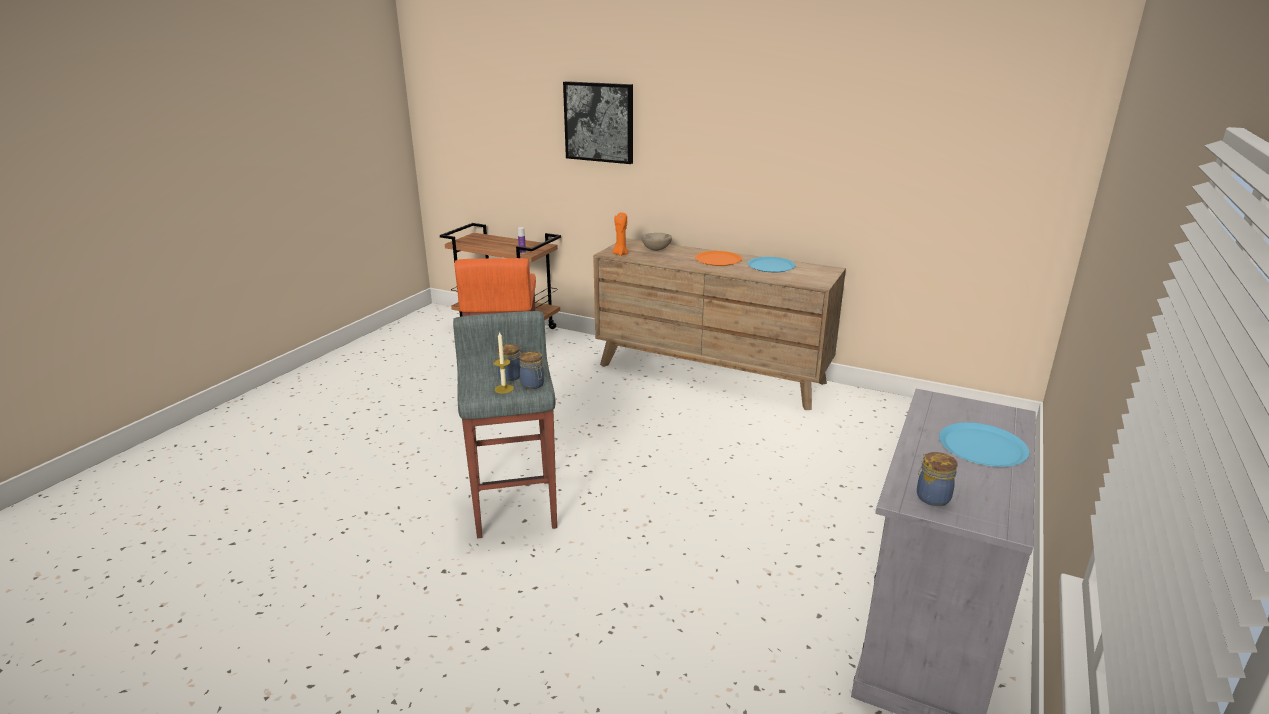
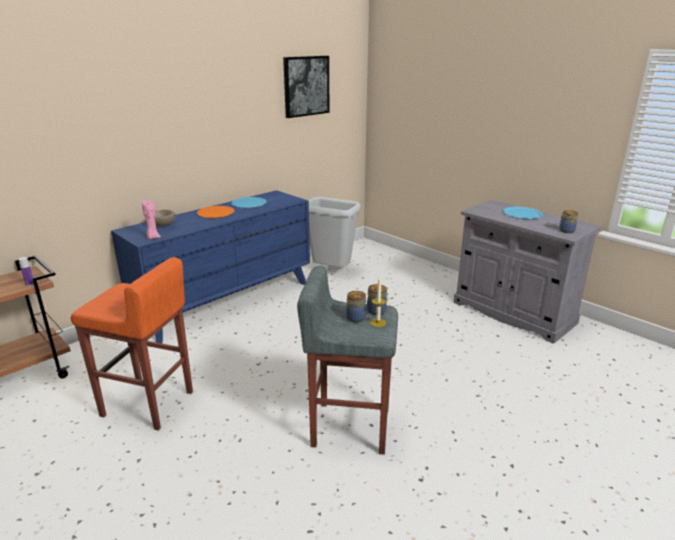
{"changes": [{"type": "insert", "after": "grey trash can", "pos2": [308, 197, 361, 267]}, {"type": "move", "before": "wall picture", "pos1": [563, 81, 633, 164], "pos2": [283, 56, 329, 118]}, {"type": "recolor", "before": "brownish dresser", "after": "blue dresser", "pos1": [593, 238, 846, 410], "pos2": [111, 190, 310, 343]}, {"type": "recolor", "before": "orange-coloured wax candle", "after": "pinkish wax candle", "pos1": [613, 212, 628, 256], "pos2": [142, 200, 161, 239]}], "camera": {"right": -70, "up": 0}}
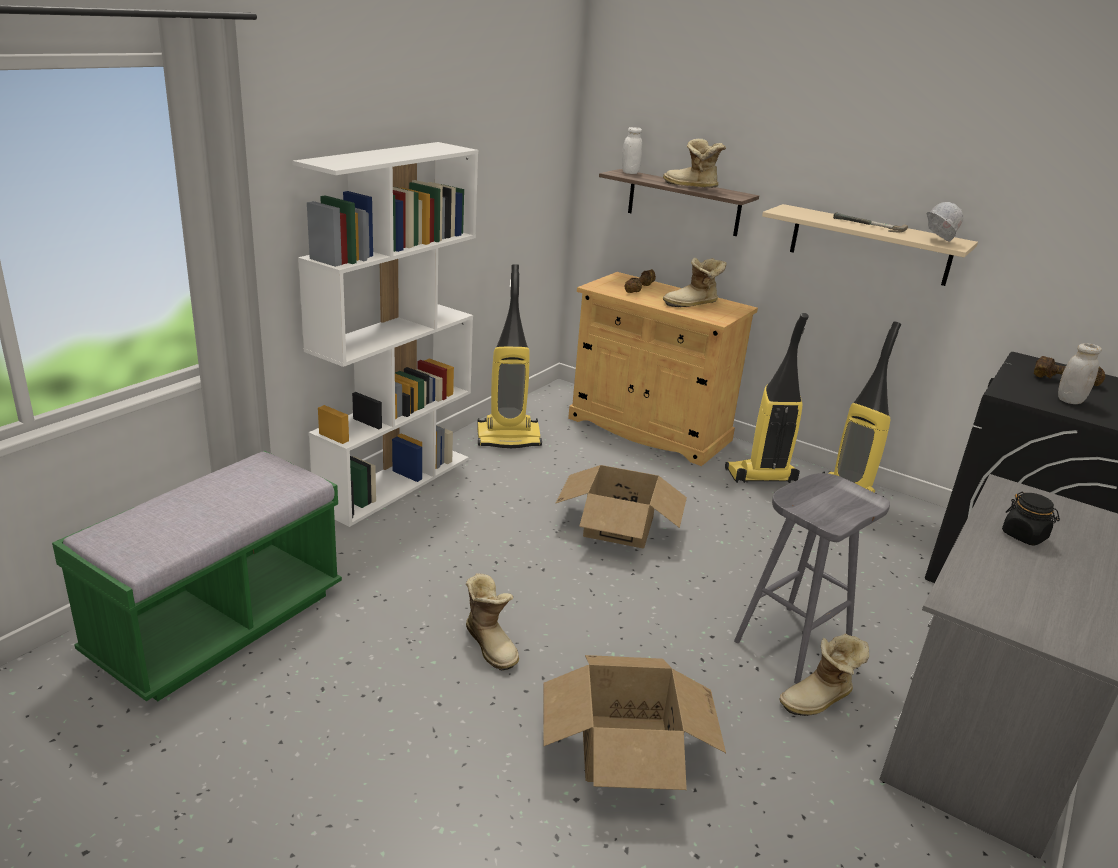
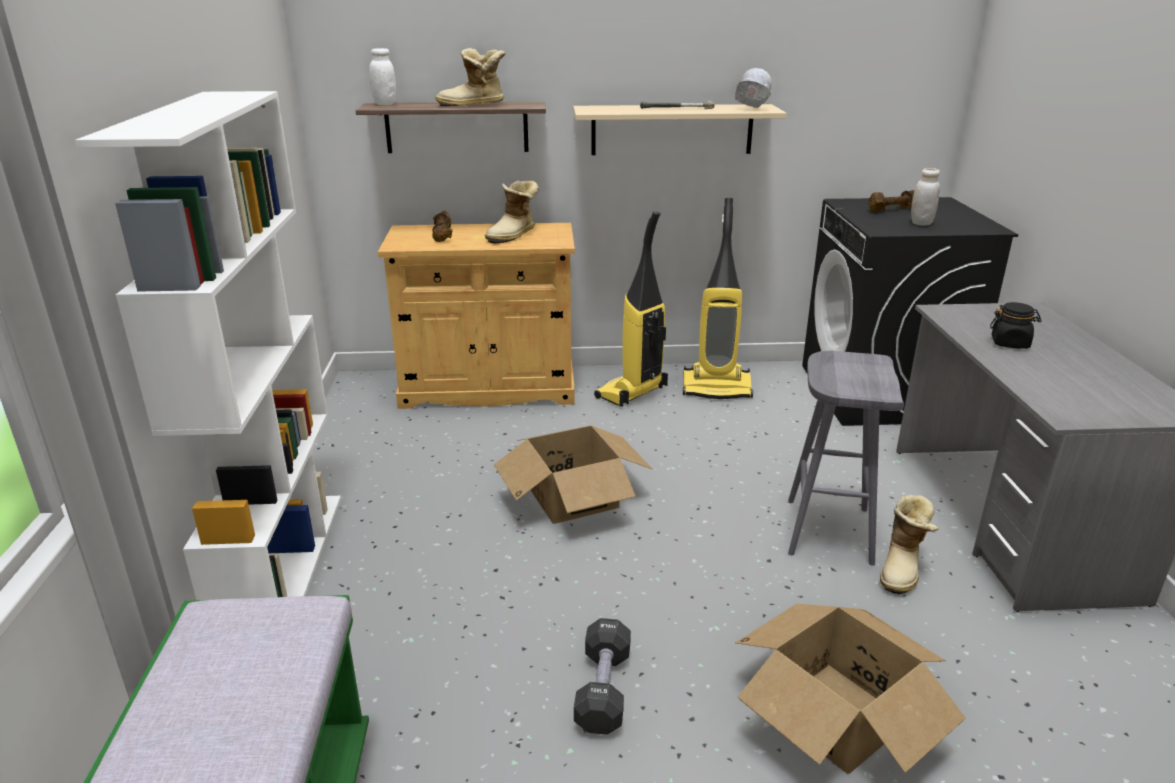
{"changes": [{"type": "delete", "before": "vacuum", "pos1": [477, 264, 542, 448]}, {"type": "replace", "before": "high-top boot", "after": "blackish free weight", "pos1": [466, 573, 519, 671], "pos2": [574, 618, 631, 735]}], "camera": {"right": -35, "up": 0}}
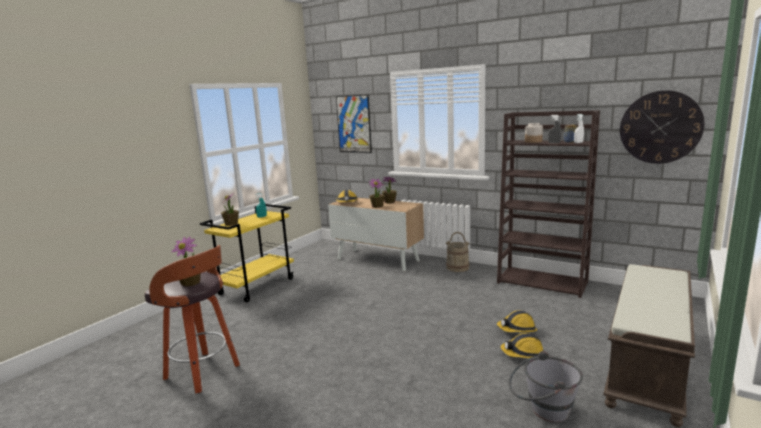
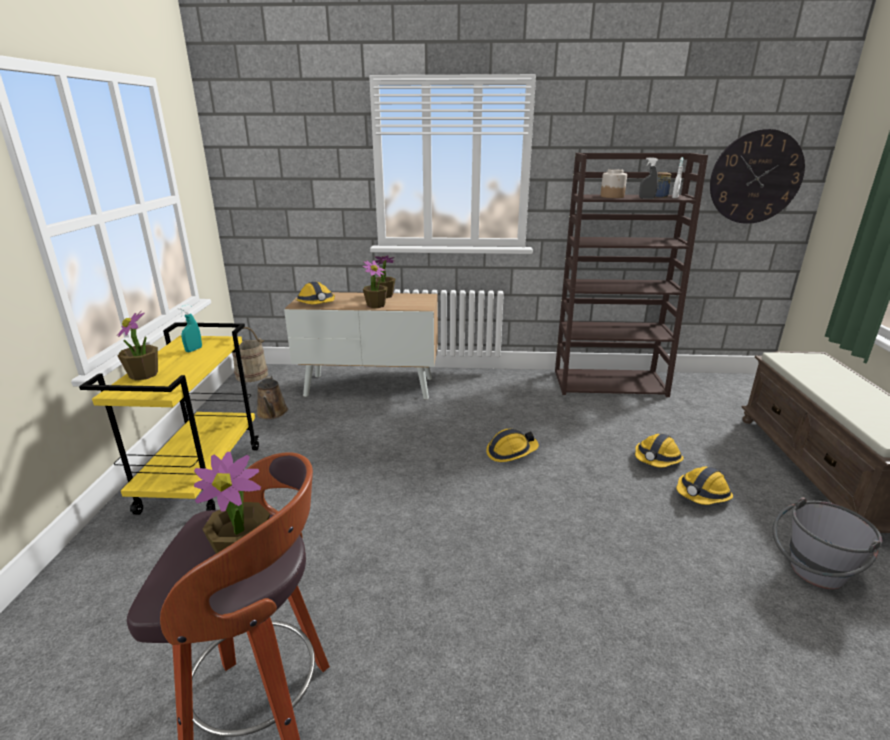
{"changes": [{"type": "delete", "before": "wall picture", "pos1": [336, 95, 372, 153]}, {"type": "insert", "after": "brownish watering can", "pos2": [257, 376, 288, 419]}, {"type": "insert", "after": "hard hat", "pos2": [486, 429, 539, 462]}, {"type": "move", "before": "beige-coloured bucket", "pos1": [446, 232, 470, 272], "pos2": [232, 327, 268, 382]}], "camera": {"right": -30, "up": 10}}
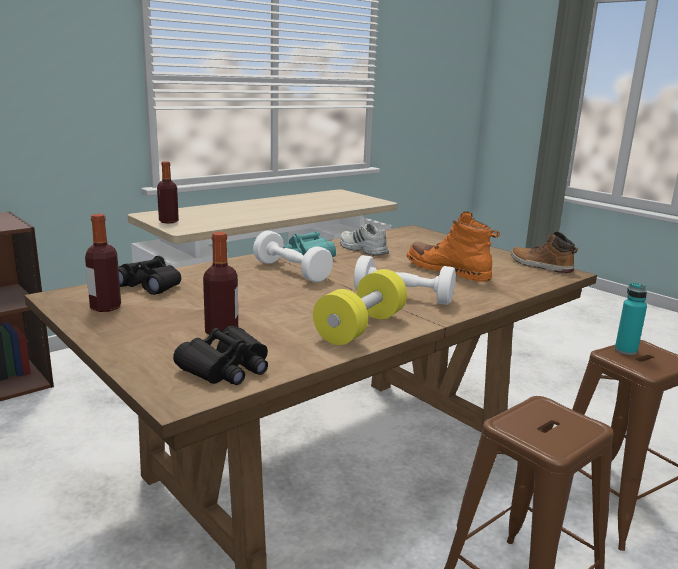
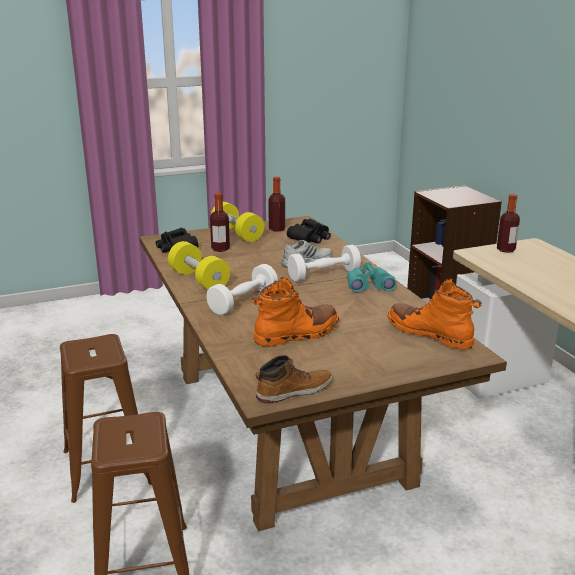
{"changes": [{"type": "delete", "before": "turquoise-coloured bottle", "pos1": [615, 282, 647, 355]}, {"type": "insert", "after": "yellowish free weight", "pos2": [211, 202, 264, 242]}, {"type": "insert", "after": "orange-coloured high-top boot", "pos2": [387, 279, 482, 350]}, {"type": "move", "before": "white item of footwear", "pos1": [340, 224, 389, 256], "pos2": [281, 240, 332, 268]}], "camera": {"right": 110, "up": 5}}
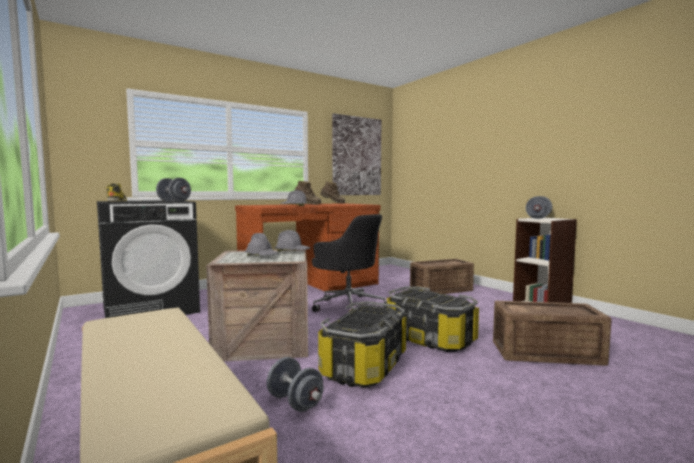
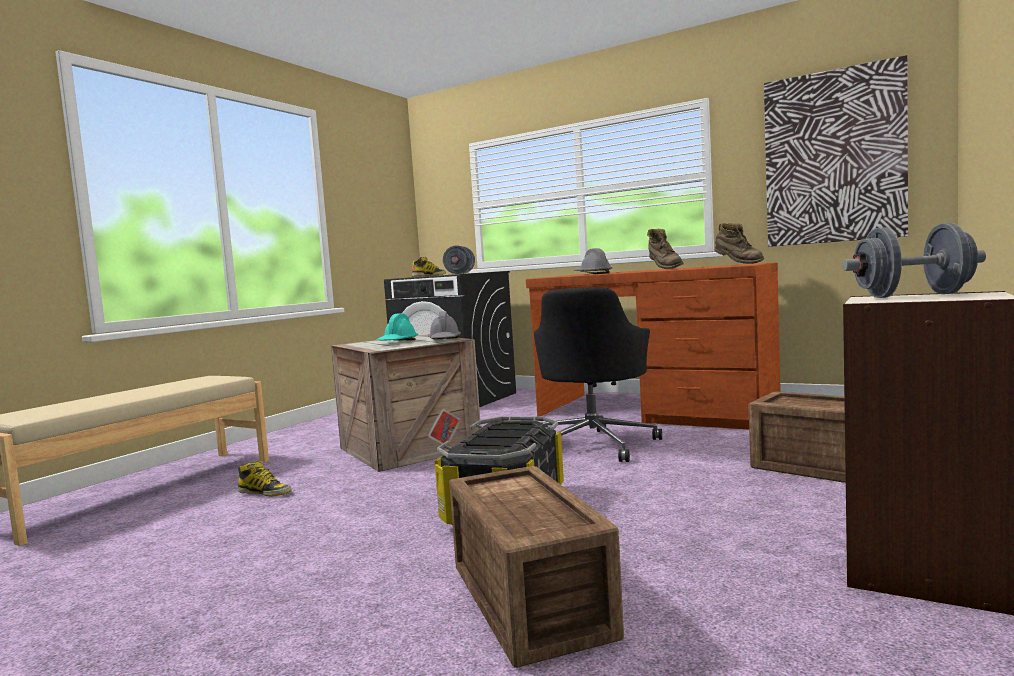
{"changes": [{"type": "delete", "before": "storage container", "pos1": [318, 301, 407, 387]}, {"type": "replace", "before": "grey free weight", "after": "high-top boot", "pos1": [266, 357, 323, 412], "pos2": [238, 460, 292, 497]}, {"type": "recolor", "before": "grey hard hat", "after": "turquoise-coloured hard hat", "pos1": [245, 233, 278, 256], "pos2": [376, 313, 418, 341]}], "camera": {"right": 65, "up": 0}}
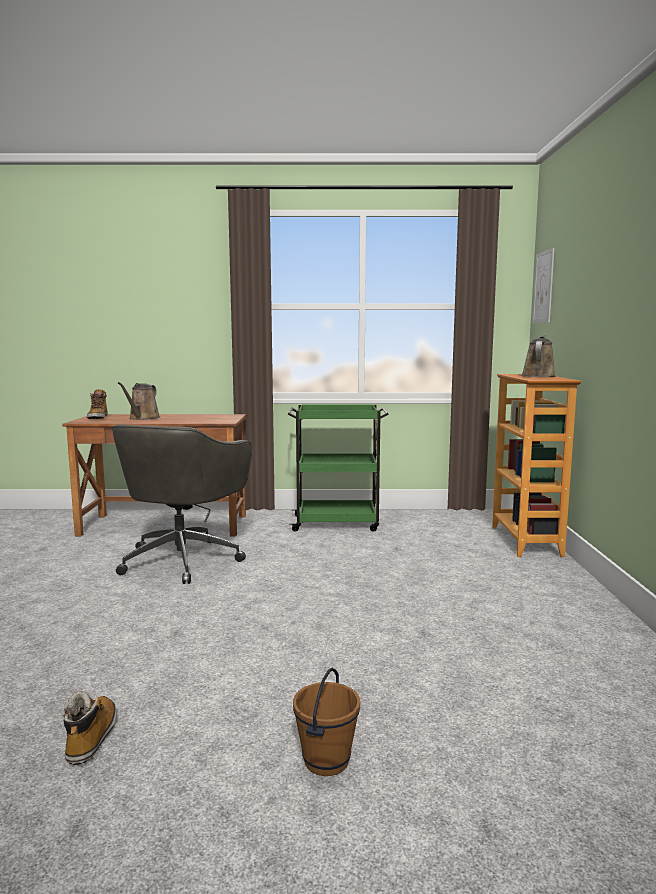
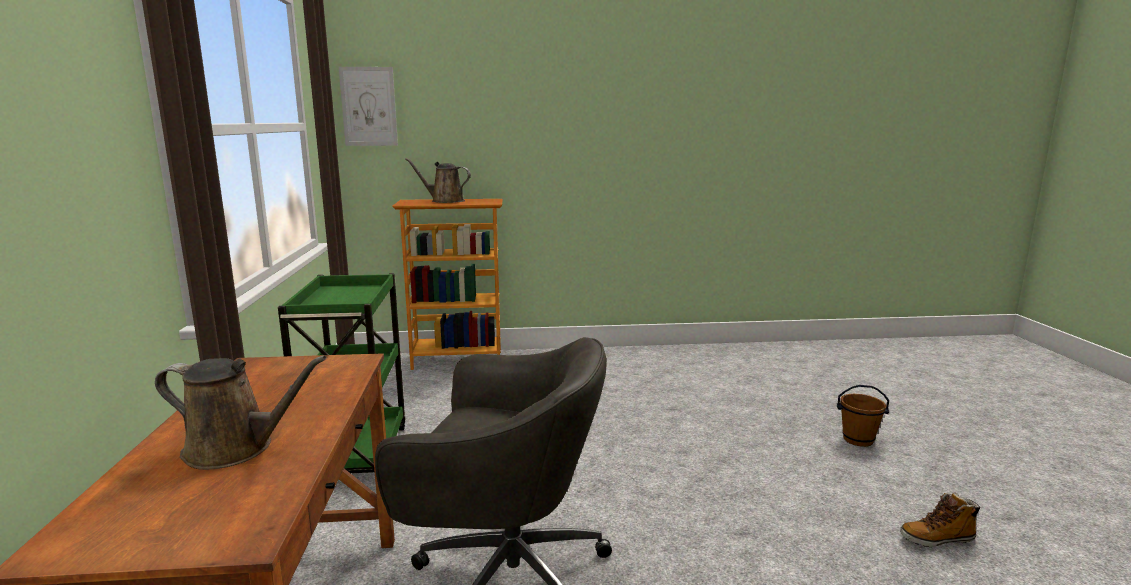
{"changes": [{"type": "delete", "before": "high-top boot", "pos1": [87, 389, 108, 419]}], "camera": {"right": -95, "up": 5}}
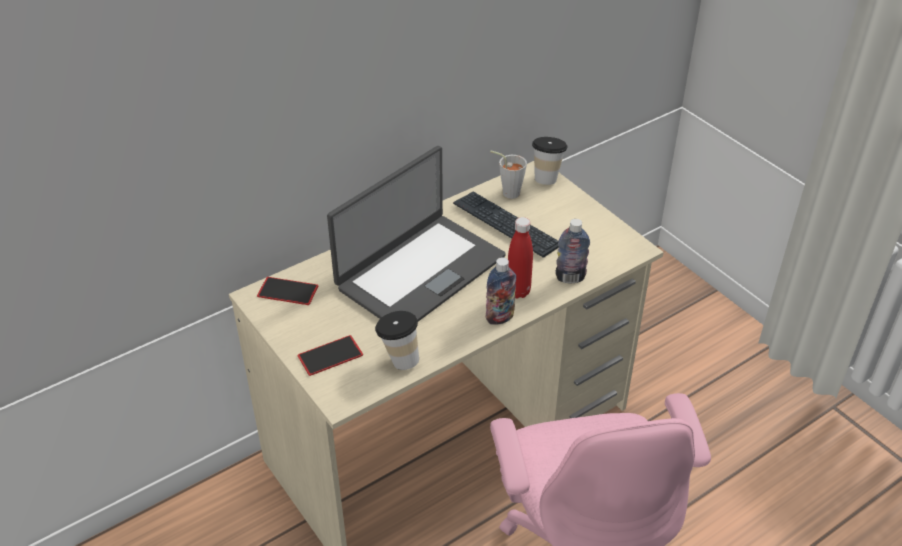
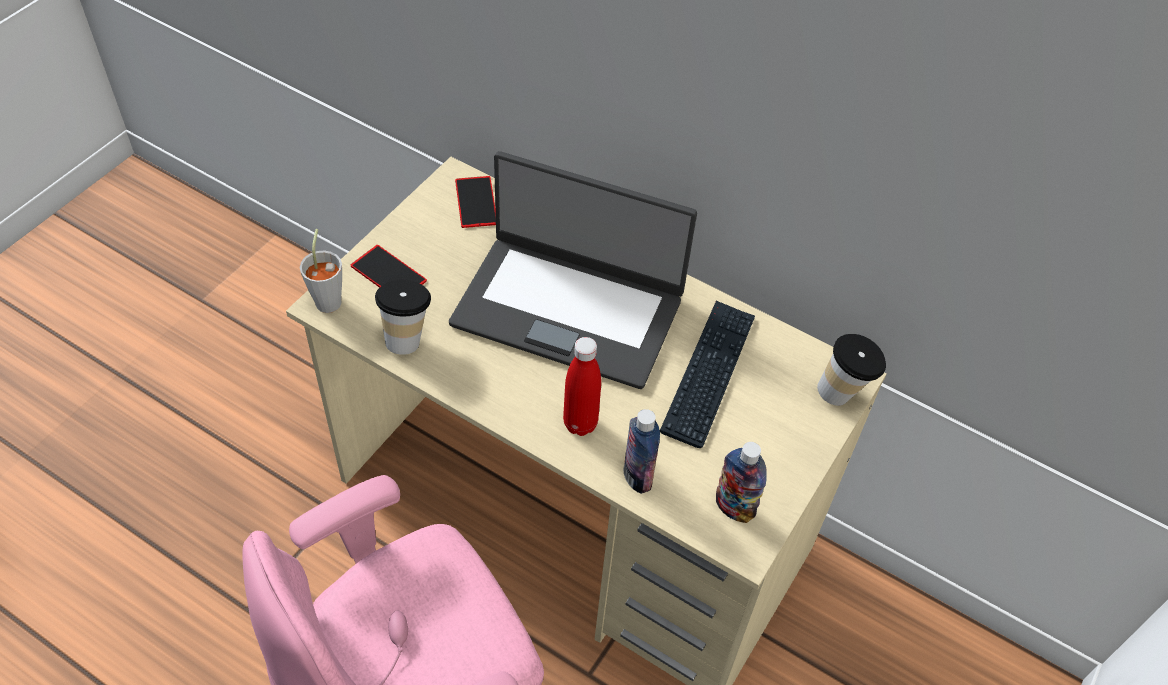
{"changes": [{"type": "move", "before": "bottle", "pos1": [486, 257, 516, 325], "pos2": [716, 442, 767, 523]}, {"type": "move", "before": "grey small cup", "pos1": [490, 151, 527, 199], "pos2": [300, 229, 342, 313]}], "camera": {"right": 65, "up": 10}}
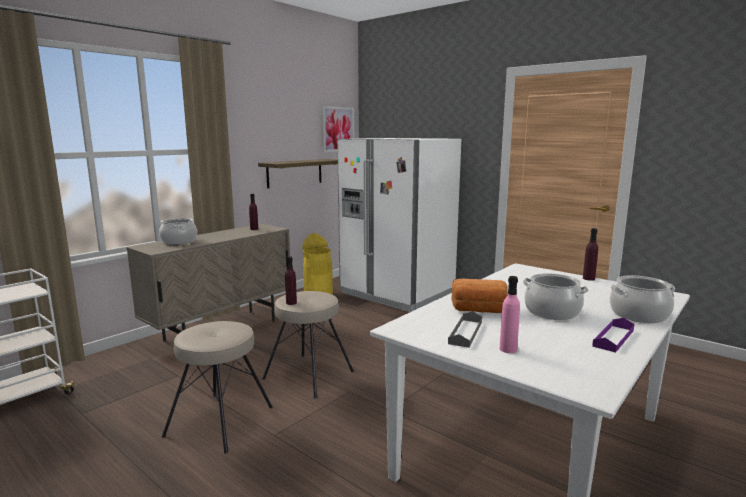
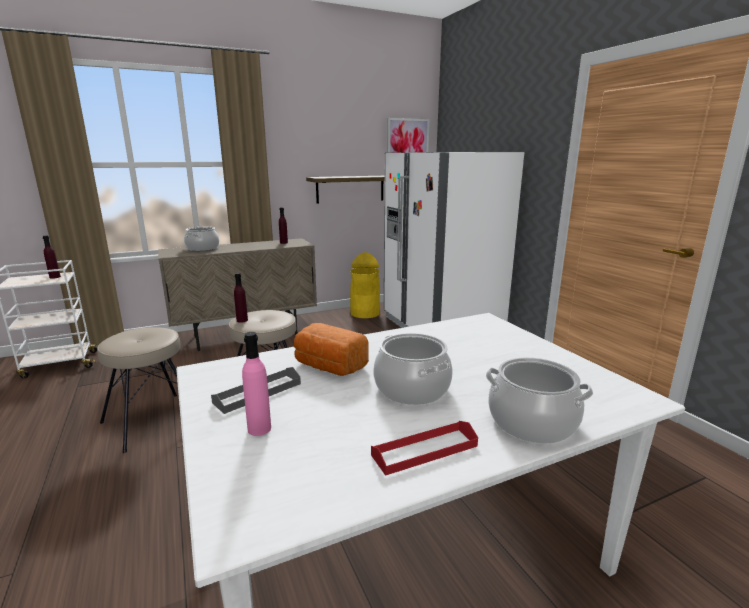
{"changes": [{"type": "move", "before": "purple bottle", "pos1": [583, 228, 598, 281], "pos2": [43, 235, 61, 279]}, {"type": "recolor", "before": "purple tray", "after": "red-coloured tray", "pos1": [592, 318, 634, 353], "pos2": [371, 421, 478, 476]}], "camera": {"right": 25, "up": 5}}
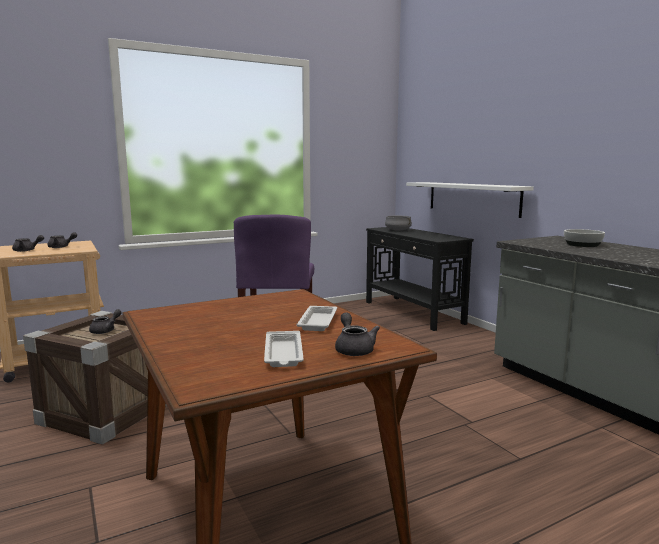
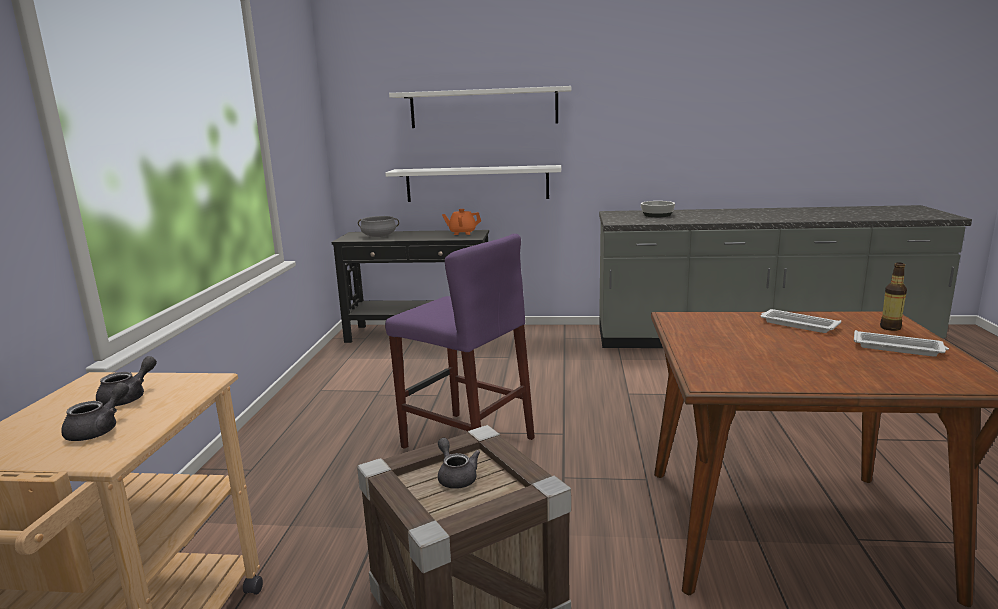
{"changes": [{"type": "insert", "after": "white shelf", "pos2": [389, 86, 571, 128]}, {"type": "insert", "after": "orange-coloured pot for tea", "pos2": [442, 209, 481, 235]}, {"type": "replace", "before": "grey pot for tea", "after": "bottle", "pos1": [335, 312, 380, 356], "pos2": [880, 262, 907, 331]}], "camera": {"right": -55, "up": 5}}
